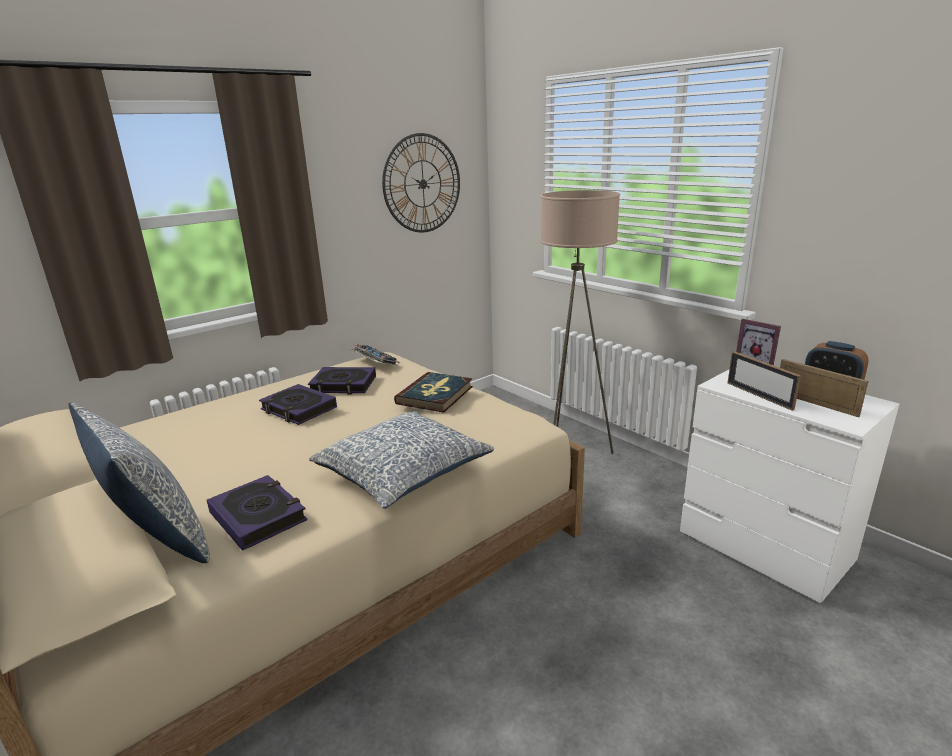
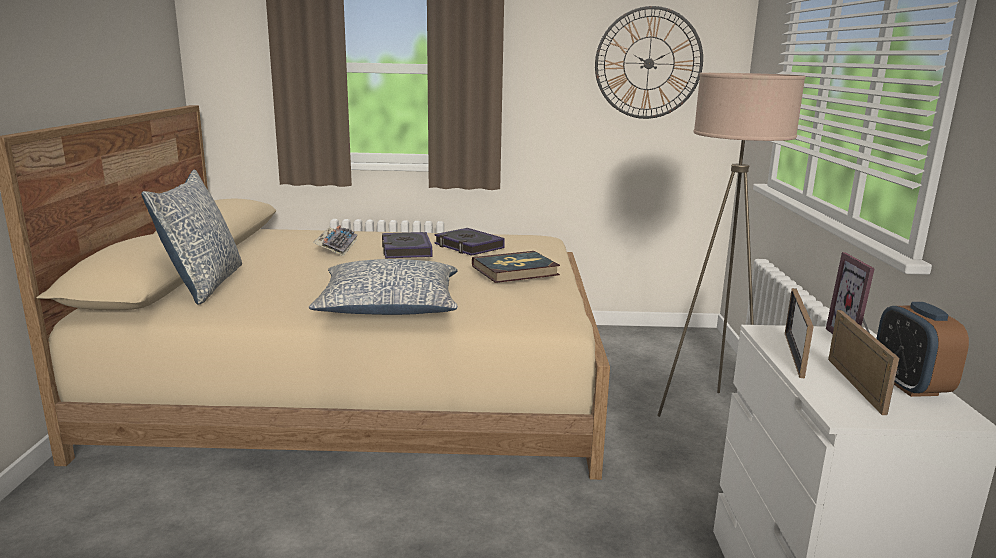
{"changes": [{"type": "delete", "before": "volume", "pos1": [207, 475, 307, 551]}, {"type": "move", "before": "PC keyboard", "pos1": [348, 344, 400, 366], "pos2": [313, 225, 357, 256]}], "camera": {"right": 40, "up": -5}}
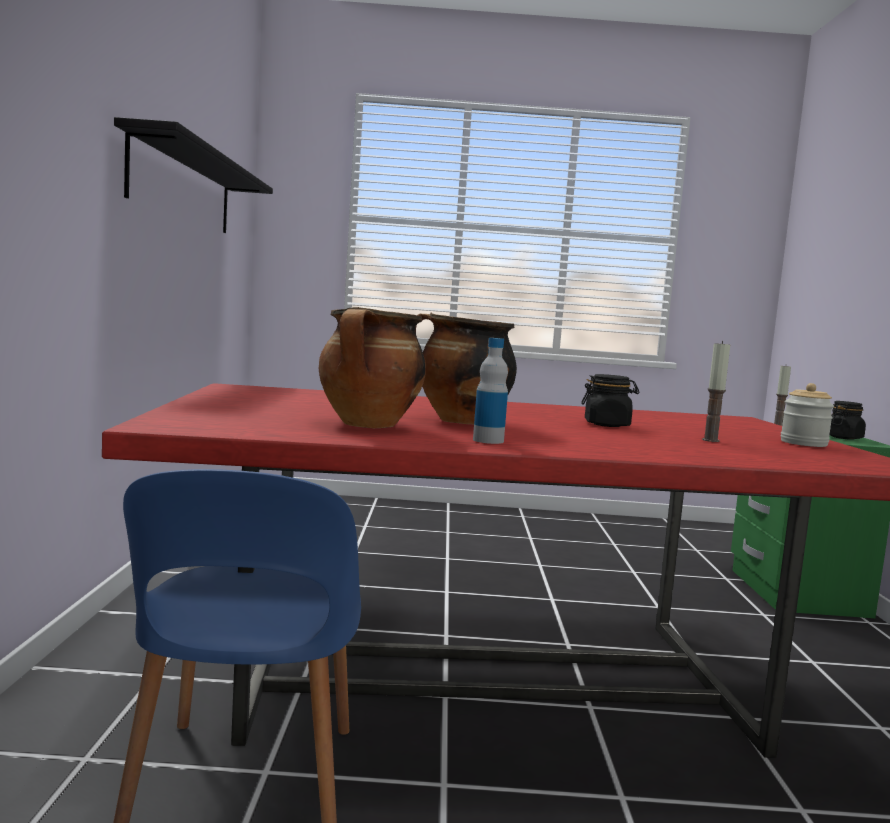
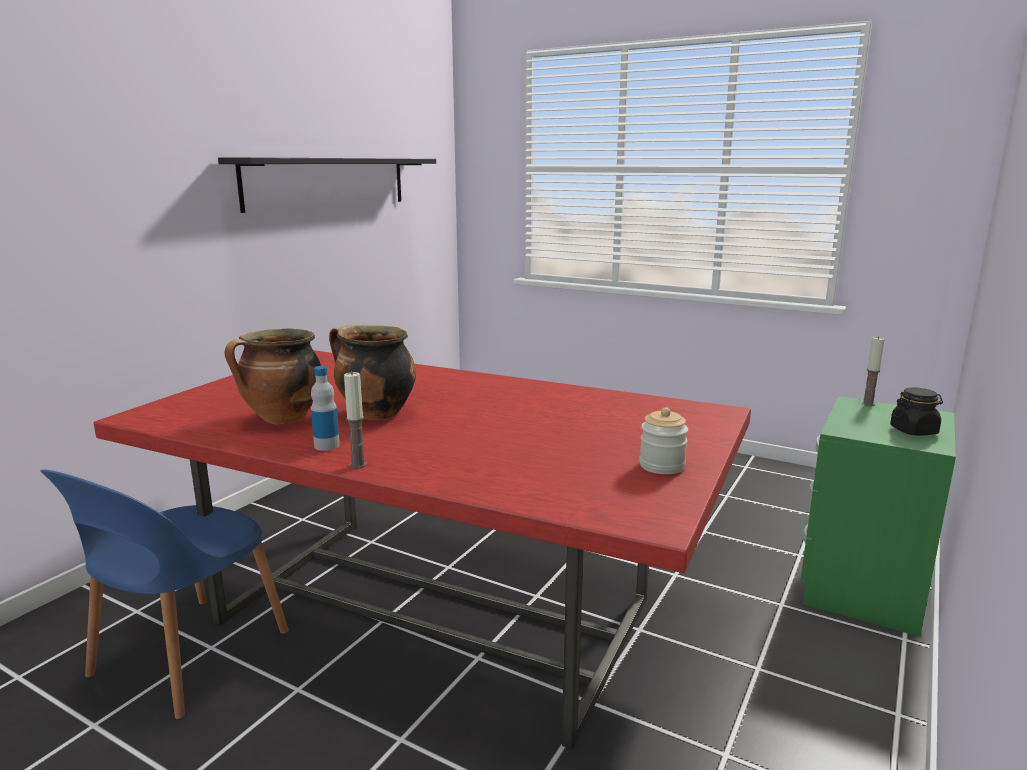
{"changes": [{"type": "delete", "before": "blackish storage jar", "pos1": [581, 374, 639, 427]}, {"type": "move", "before": "wax candle", "pos1": [702, 341, 730, 442], "pos2": [344, 371, 367, 469]}], "camera": {"right": 30, "up": 10}}
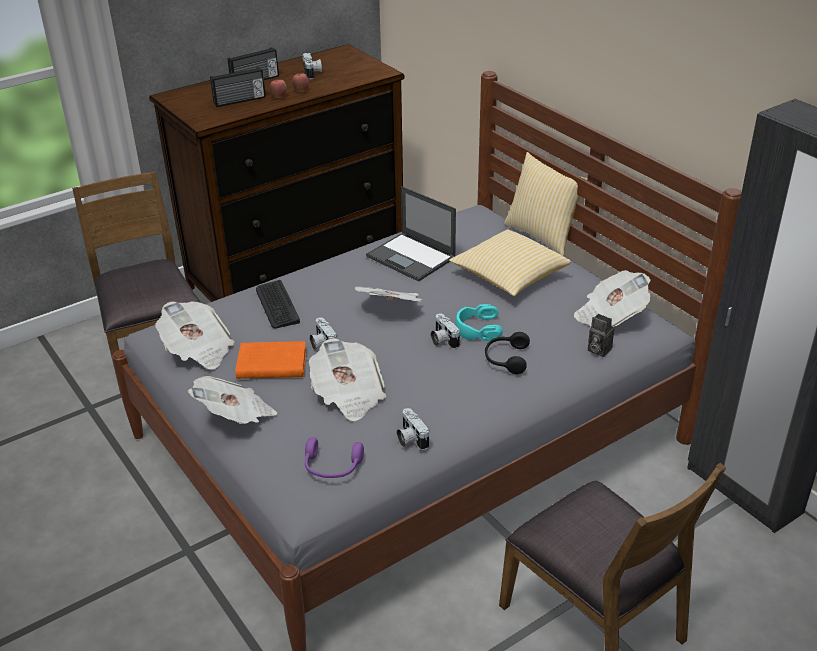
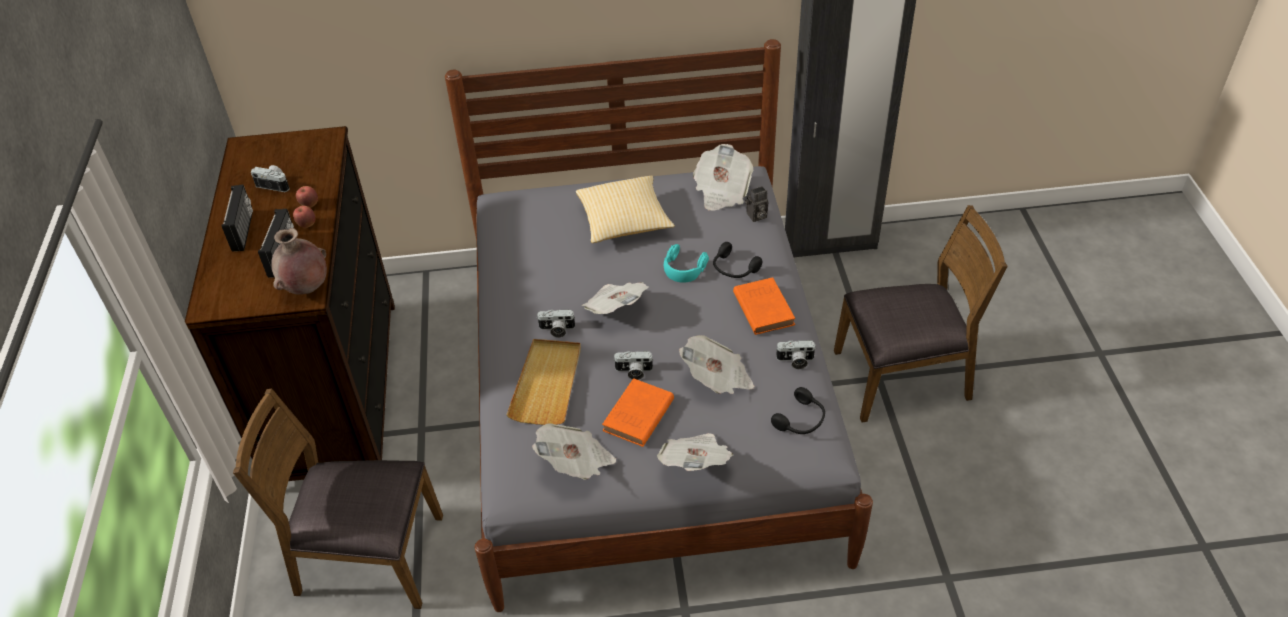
{"changes": [{"type": "delete", "before": "portable computer", "pos1": [366, 186, 456, 282]}, {"type": "delete", "before": "pillow", "pos1": [504, 152, 588, 256]}, {"type": "insert", "after": "brownish decorative vase", "pos2": [271, 228, 327, 295]}, {"type": "insert", "after": "orange-coloured volume", "pos2": [733, 277, 795, 335]}, {"type": "move", "before": "still camera", "pos1": [431, 313, 460, 349], "pos2": [536, 309, 576, 338]}, {"type": "replace", "before": "PC keyboard", "after": "beige-coloured tray", "pos1": [256, 280, 300, 328], "pos2": [506, 339, 581, 425]}, {"type": "recolor", "before": "purple pair of headphones", "after": "blackish pair of headphones", "pos1": [305, 437, 364, 478], "pos2": [771, 387, 825, 434]}], "camera": {"right": -60, "up": 10}}
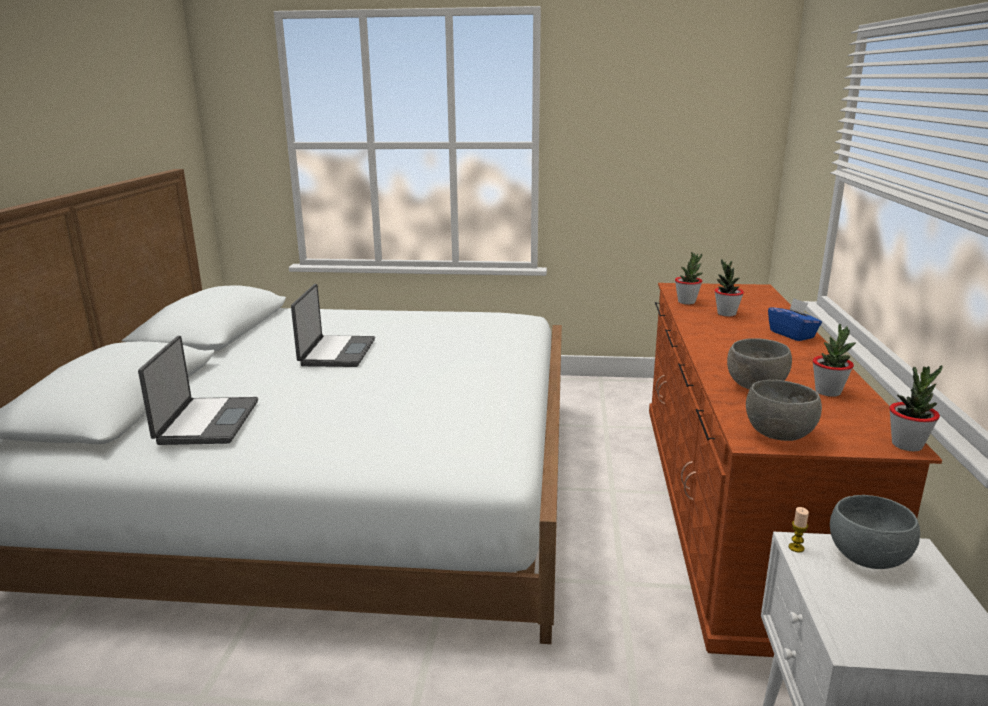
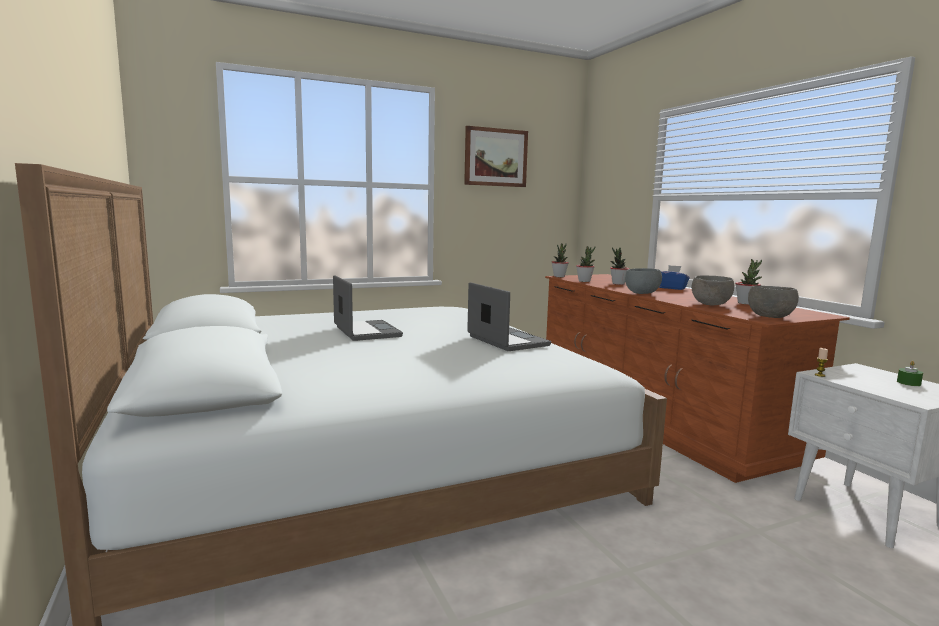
{"changes": [{"type": "insert", "after": "wall picture", "pos2": [464, 126, 528, 187]}, {"type": "insert", "after": "green wax candle", "pos2": [897, 361, 923, 386]}, {"type": "move", "before": "portable computer", "pos1": [138, 336, 258, 445], "pos2": [467, 283, 551, 351]}, {"type": "move", "before": "grey serving bowl", "pos1": [830, 495, 920, 569], "pos2": [625, 268, 662, 294]}, {"type": "move", "before": "potted plant", "pos1": [889, 365, 943, 451], "pos2": [552, 244, 569, 277]}], "camera": {"right": -30, "up": -10}}
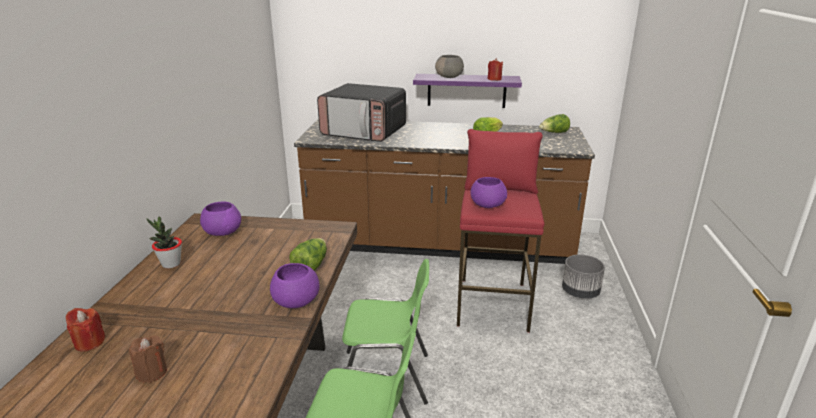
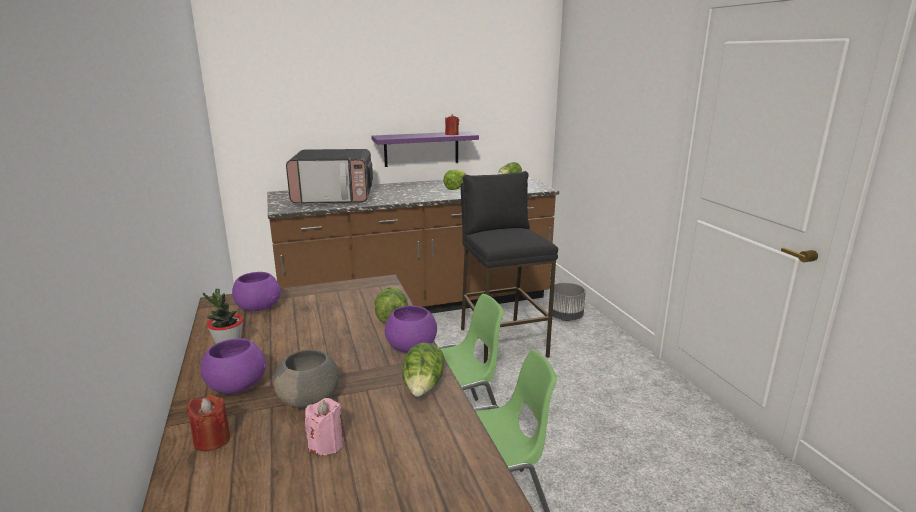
{"changes": [{"type": "insert", "after": "lettuce head", "pos2": [402, 343, 445, 397]}, {"type": "move", "before": "grey serving bowl", "pos1": [435, 55, 464, 78], "pos2": [273, 350, 339, 408]}, {"type": "move", "before": "purple serving bowl", "pos1": [470, 177, 507, 208], "pos2": [200, 338, 266, 394]}, {"type": "recolor", "before": "brownish wax candle", "after": "pinkish wax candle", "pos1": [129, 335, 167, 383], "pos2": [305, 398, 344, 455]}, {"type": "recolor", "before": "red-coloured stool seat", "after": "blackish stool seat", "pos1": [457, 129, 544, 332], "pos2": [460, 171, 558, 363]}], "camera": {"right": -25, "up": -5}}
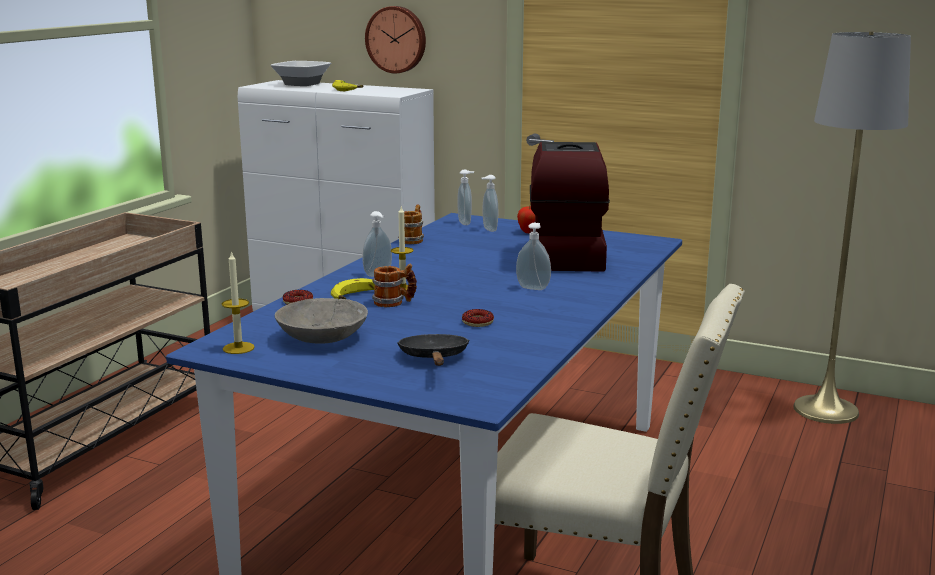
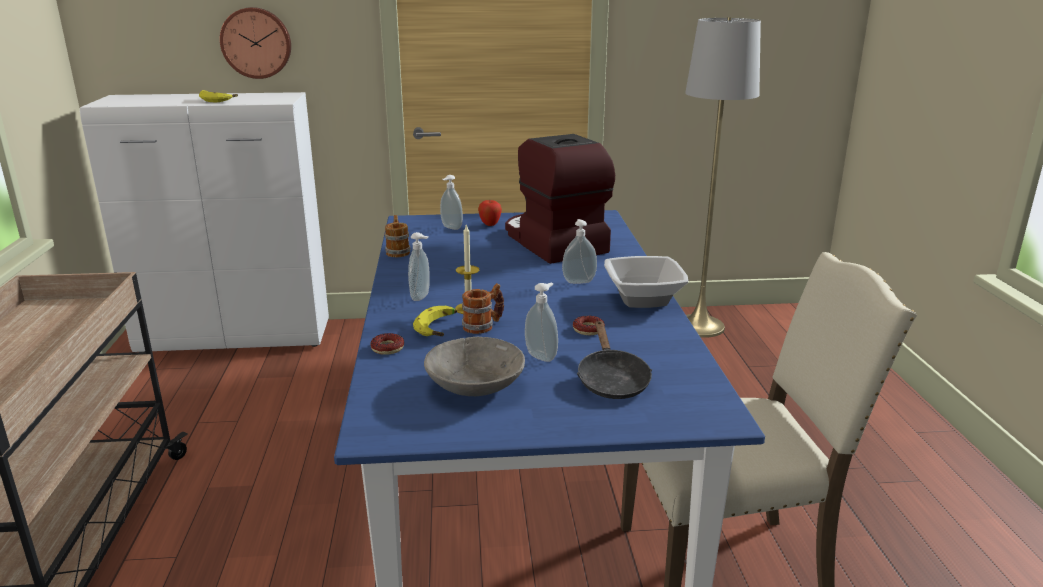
{"changes": [{"type": "delete", "before": "wax candle", "pos1": [222, 251, 255, 354]}, {"type": "move", "before": "serving bowl", "pos1": [271, 61, 331, 86], "pos2": [604, 256, 688, 308]}, {"type": "move", "before": "soap dispenser", "pos1": [457, 169, 474, 225], "pos2": [525, 283, 558, 362]}, {"type": "rotate", "before": "blackish pan", "pos1": [397, 334, 470, 366], "pos2": [577, 320, 652, 399], "turn": -150}], "camera": {"right": -30, "up": 5}}
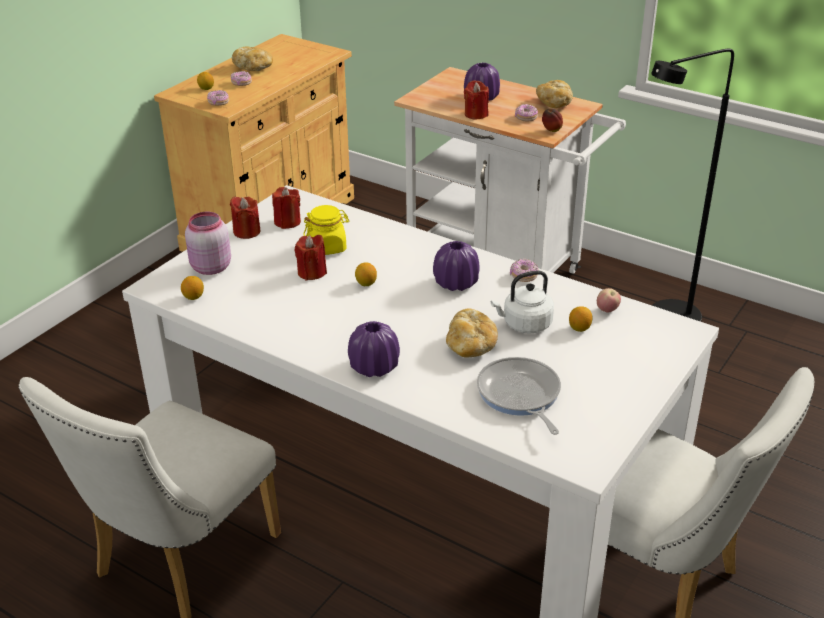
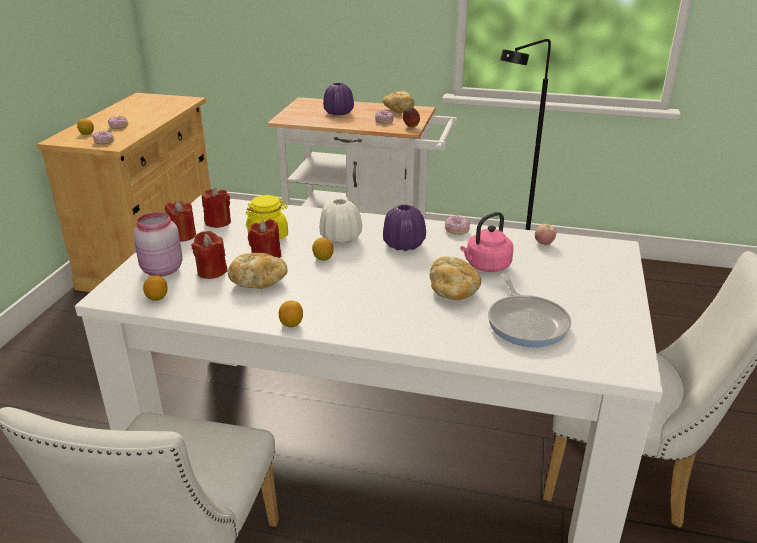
{"changes": [{"type": "delete", "before": "purple decorative vase", "pos1": [348, 321, 400, 377]}, {"type": "insert", "after": "white decorative vase", "pos2": [320, 199, 362, 244]}, {"type": "move", "before": "bread", "pos1": [232, 47, 273, 71], "pos2": [228, 253, 288, 289]}, {"type": "move", "before": "red-coloured wax candle", "pos1": [464, 80, 489, 119], "pos2": [192, 231, 228, 279]}, {"type": "move", "before": "whole lemon", "pos1": [569, 306, 592, 332], "pos2": [279, 301, 303, 327]}, {"type": "recolor", "before": "white water kettle", "after": "pinkish water kettle", "pos1": [491, 270, 554, 334], "pos2": [460, 212, 513, 272]}, {"type": "rotate", "before": "pan", "pos1": [477, 357, 561, 435], "pos2": [488, 273, 571, 347], "turn": -150}], "camera": {"right": -20, "up": -5}}
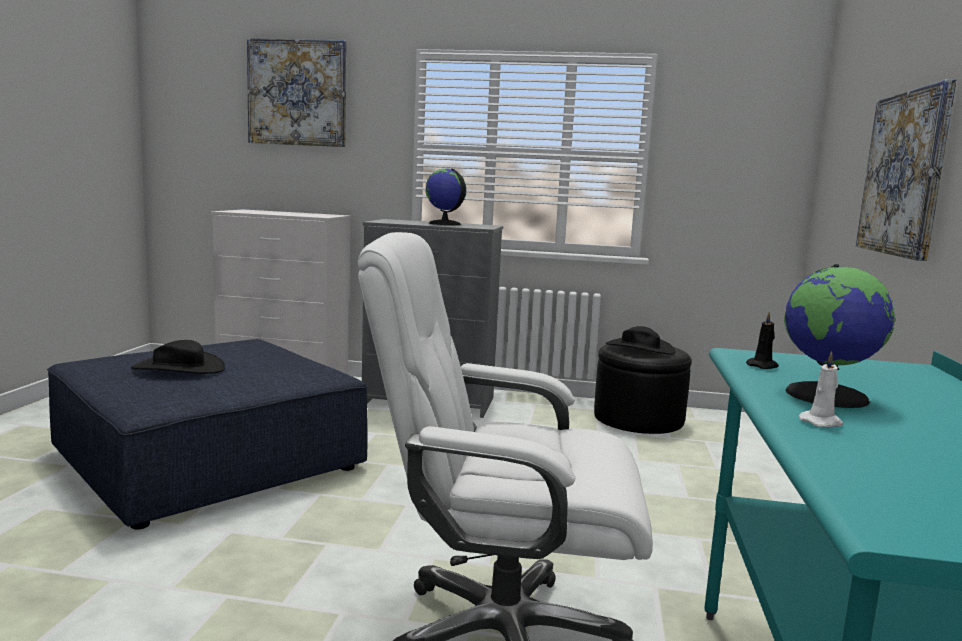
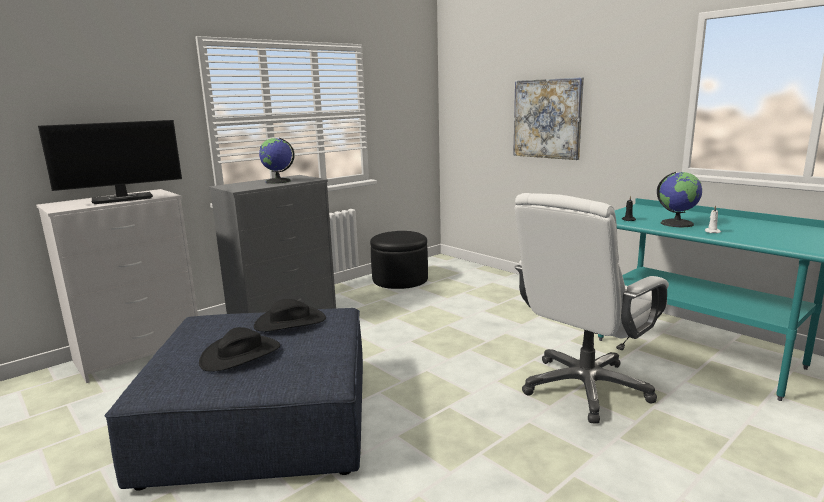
{"changes": [{"type": "delete", "before": "wall picture", "pos1": [247, 38, 347, 147]}, {"type": "insert", "after": "monitor", "pos2": [38, 120, 182, 204]}, {"type": "move", "before": "blackish wearable hat", "pos1": [606, 326, 676, 355], "pos2": [254, 299, 326, 331]}], "camera": {"right": -50, "up": 5}}
